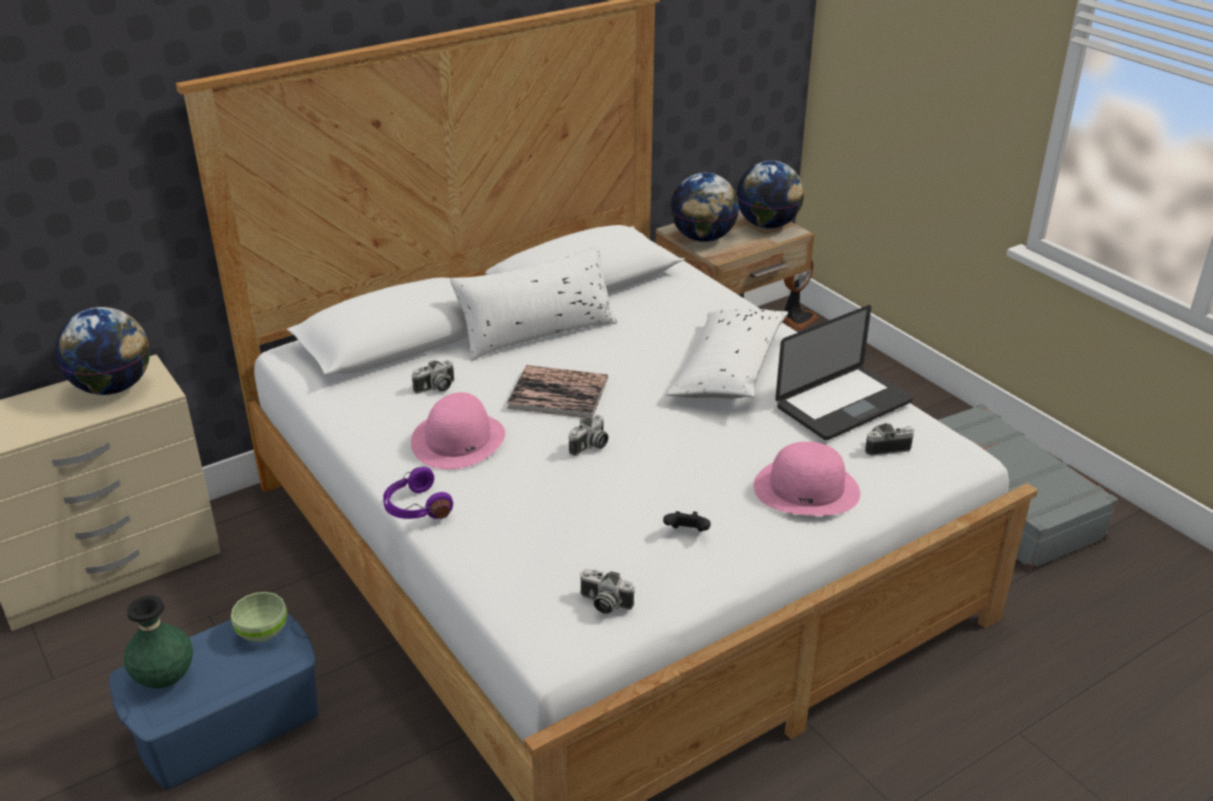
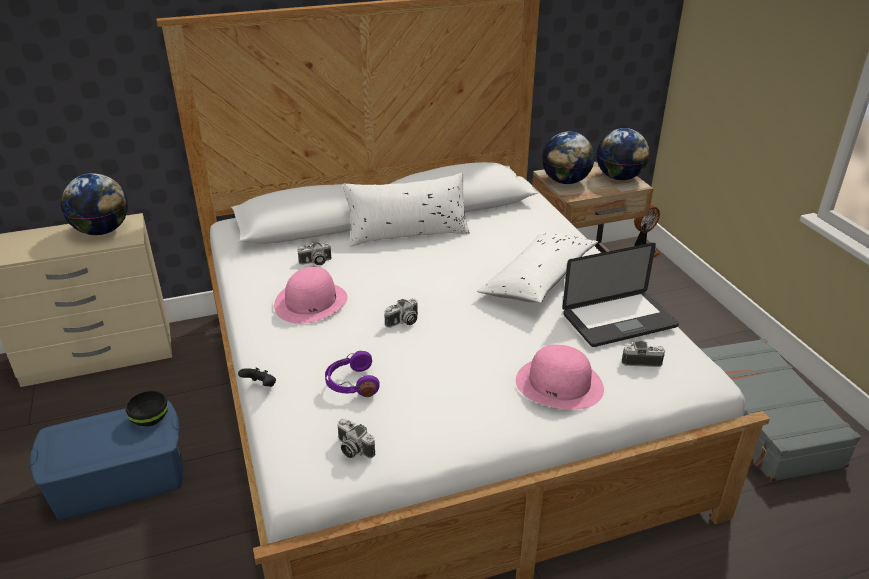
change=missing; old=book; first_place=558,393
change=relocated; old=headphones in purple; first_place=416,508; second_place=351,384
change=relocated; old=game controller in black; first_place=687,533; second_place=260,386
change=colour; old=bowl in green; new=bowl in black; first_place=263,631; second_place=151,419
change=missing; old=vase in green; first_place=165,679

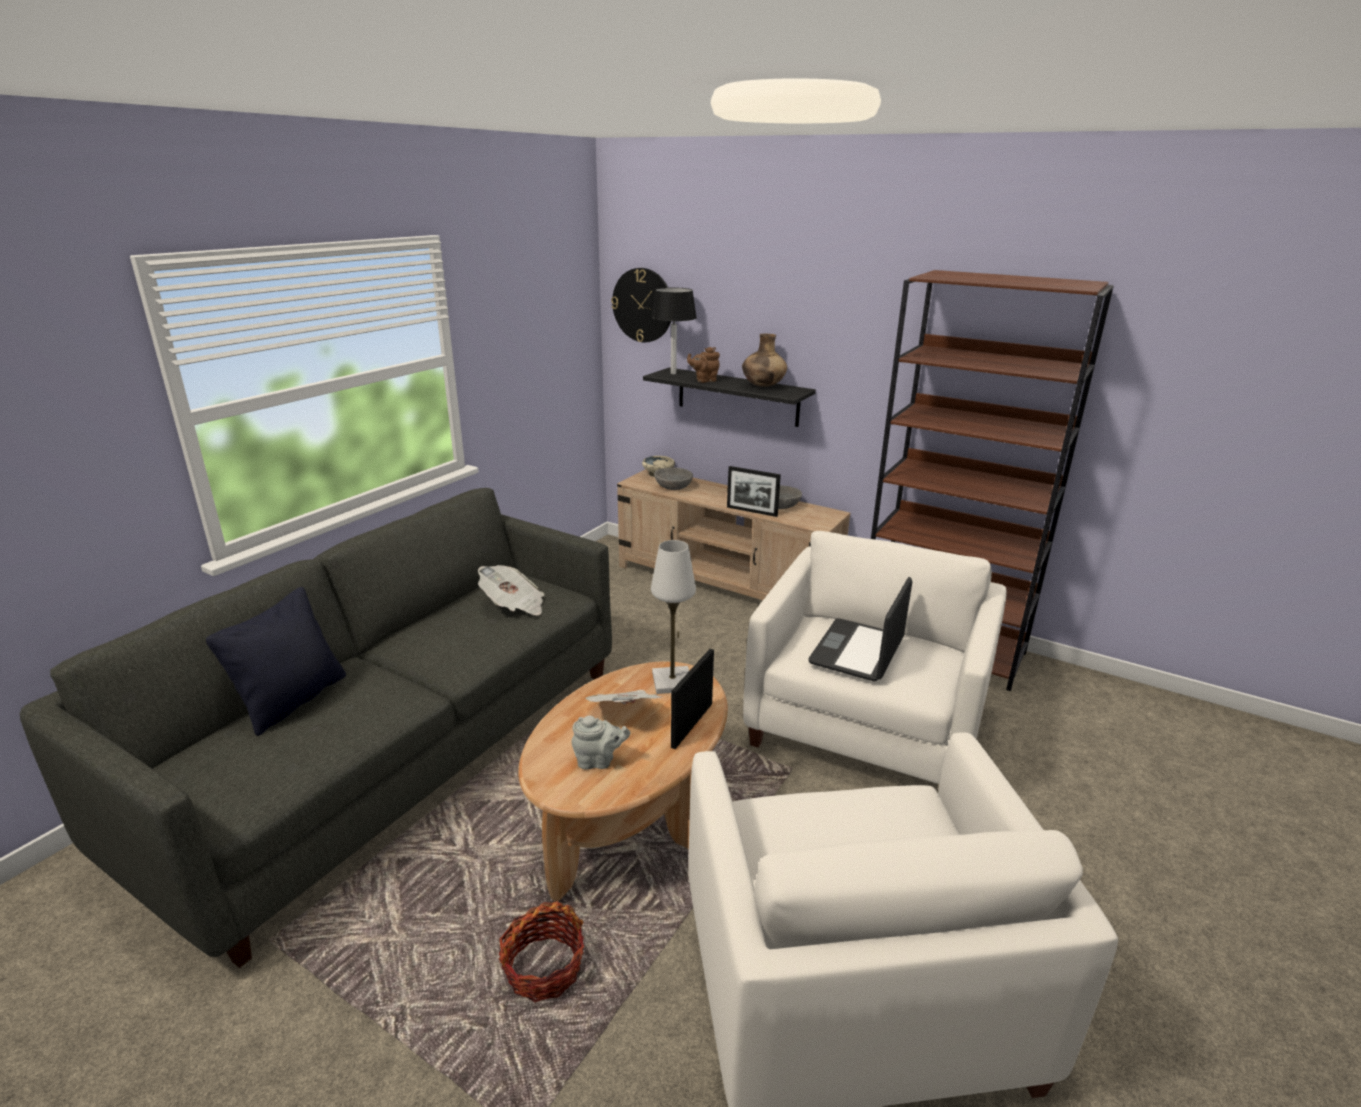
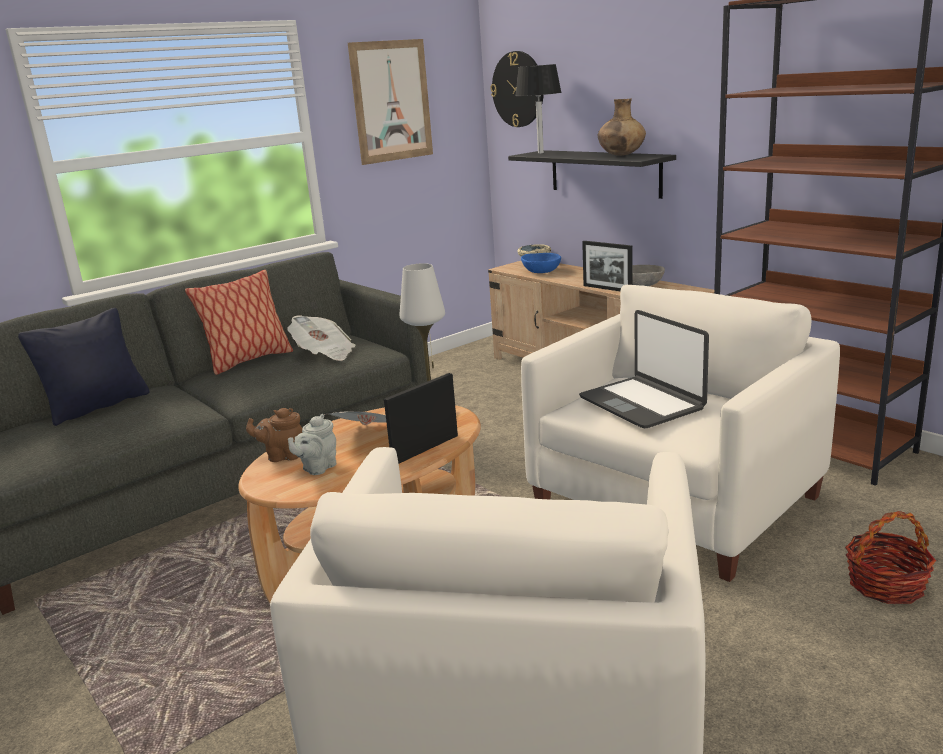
change=relocated; old=teapot in brown; first_place=704,380; second_place=282,456
change=colour; old=bowl in grey; new=bowl in blue; first_place=673,487; second_place=541,271
change=spun; old=laptop; first_place=858,651; second_place=642,403; degrees=-75
change=spun; old=teapot in grey; first_place=598,761; second_place=317,468; degrees=105
change=relocated; old=basket; first_place=543,969; second_place=885,585
change=appeared; new=picture; second_place=391,101
change=appeared; new=pillow; second_place=248,361

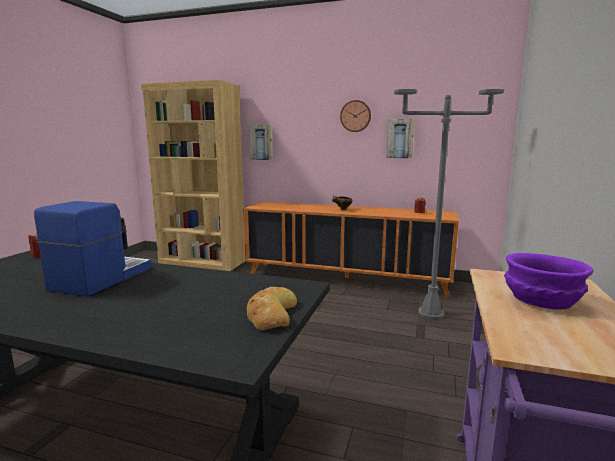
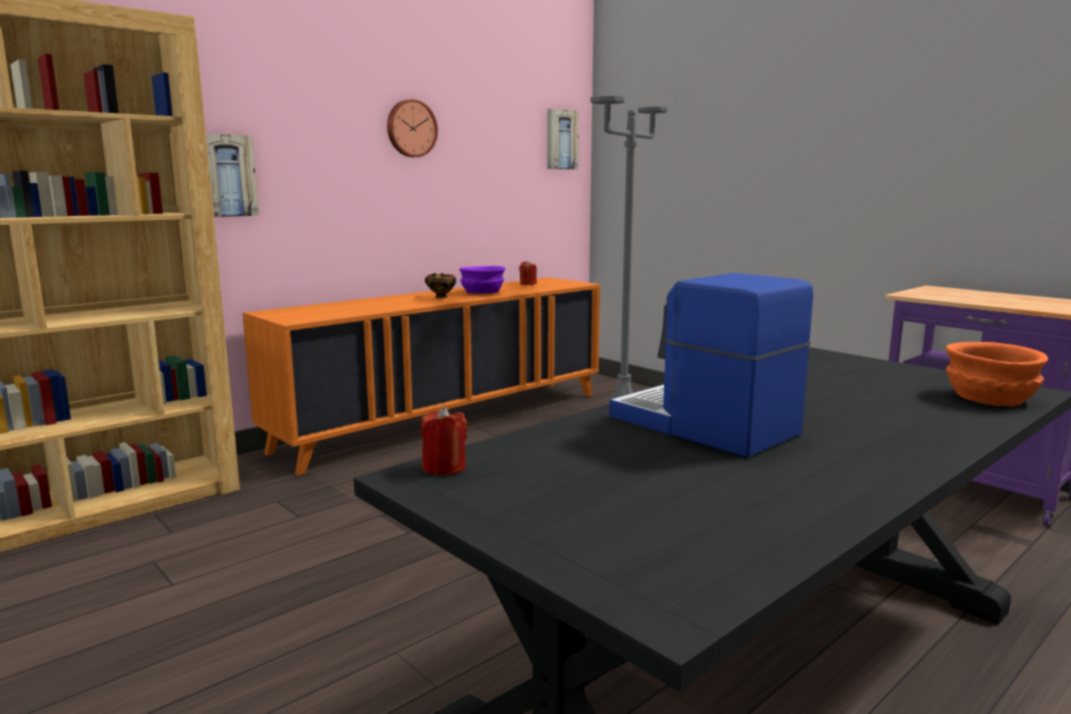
change=relocated; old=picture; first_place=400,138; second_place=561,139
change=relocated; old=bowl in purple; first_place=540,300; second_place=481,293
change=missing; old=bread; first_place=270,314
change=appeared; new=bowl in orange; second_place=990,397

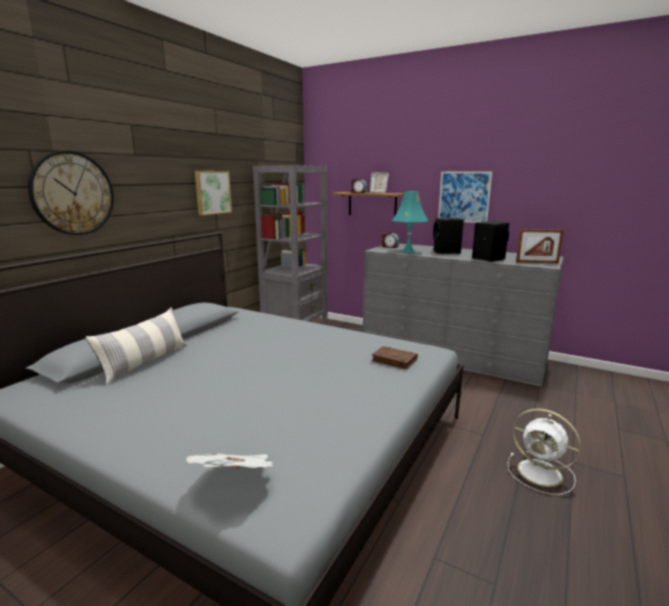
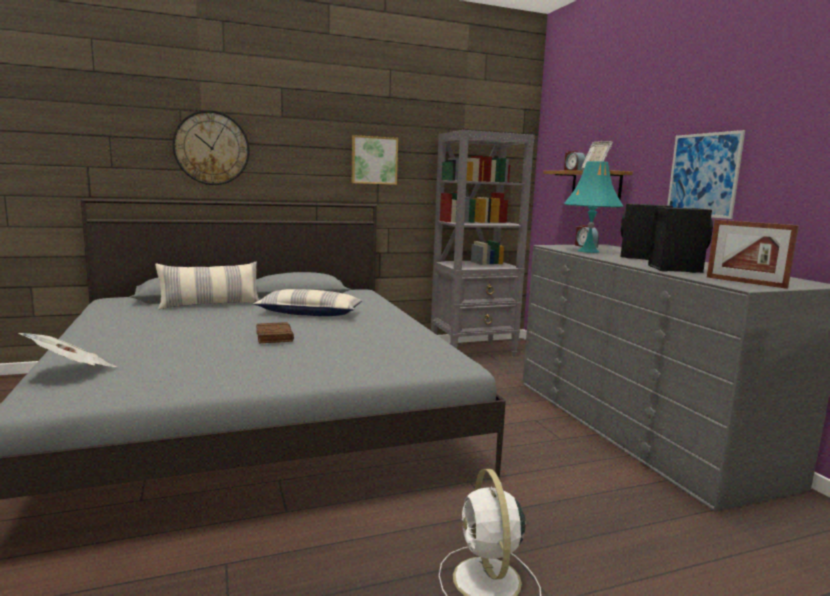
change=relocated; old=book in brown; first_place=393,360; second_place=274,336
change=appeared; new=pillow; second_place=309,313

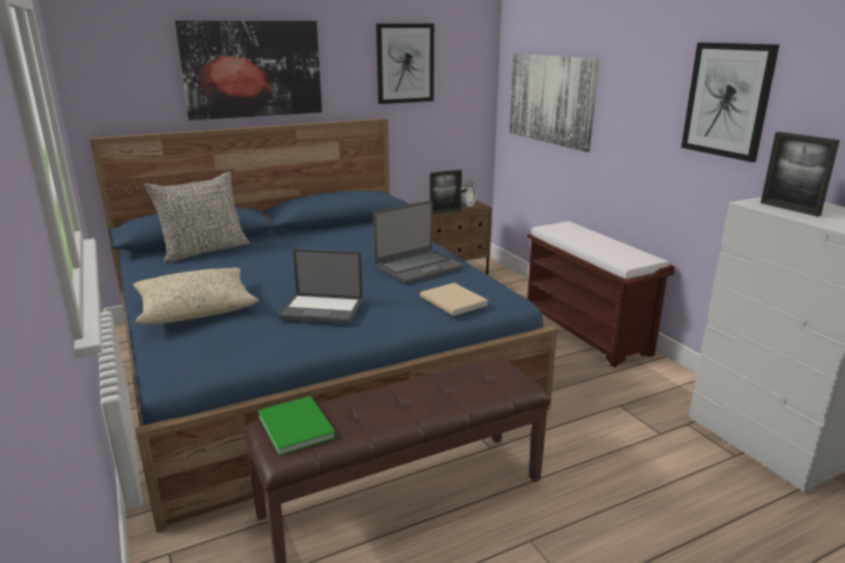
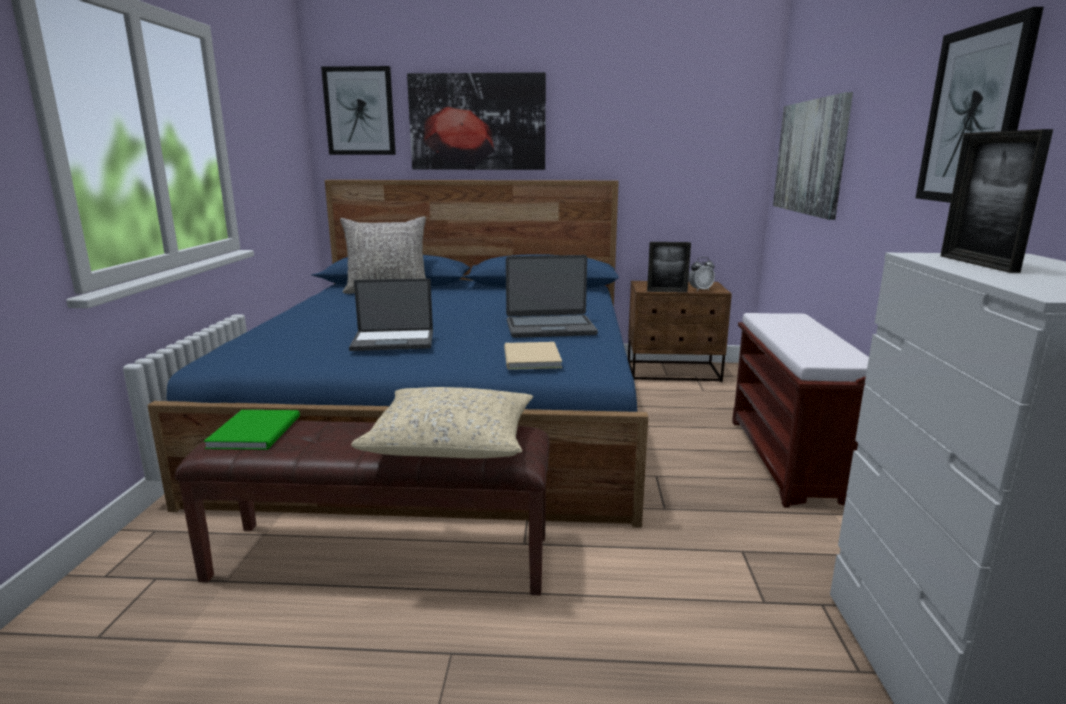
change=relocated; old=picture; first_place=405,63; second_place=359,111
change=spun; old=laptop; first_place=323,309; second_place=394,340; degrees=-45
change=relocated; old=pillow in beige; first_place=196,309; second_place=452,442

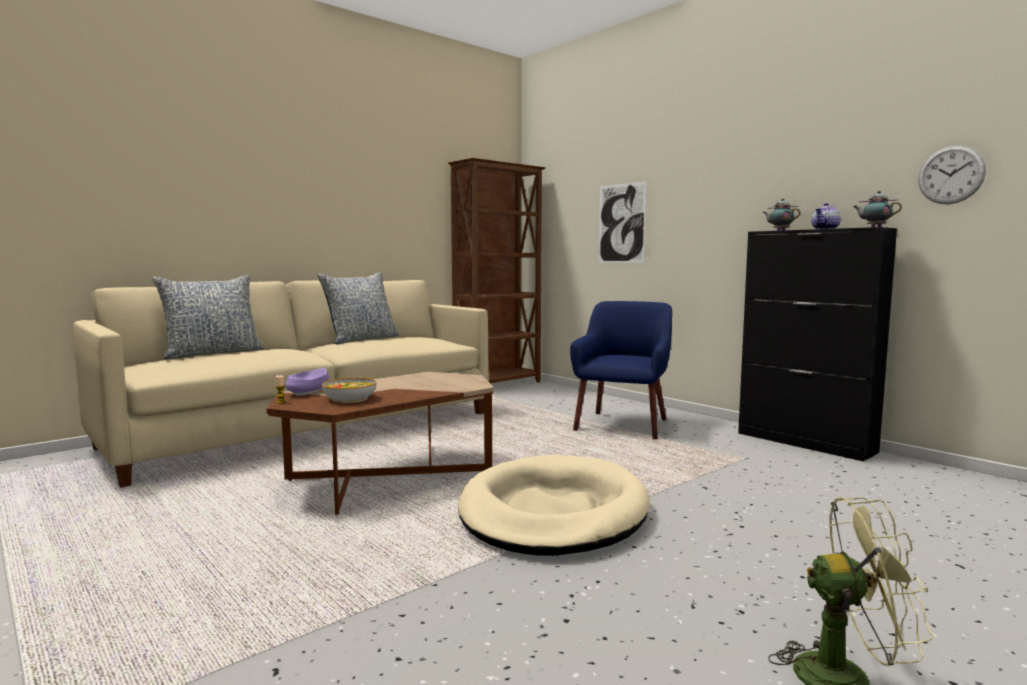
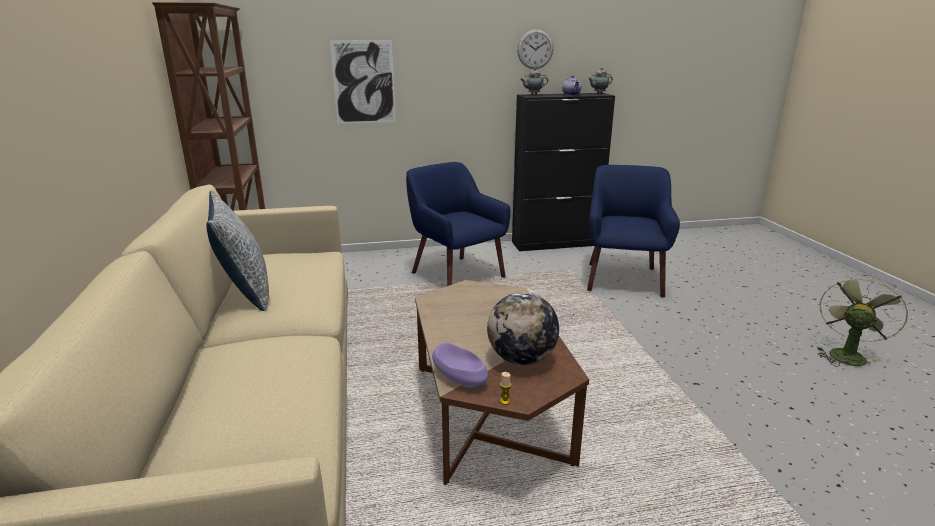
change=relocated; old=wall clock; first_place=951,175; second_place=535,49
change=missing; old=pillow; first_place=212,353
change=exchanged; old=bowl; new=globe; first_place=349,399; second_place=521,359
change=missing; old=dog bed in beige; first_place=553,512
change=appeared; new=armchair in blue; second_place=623,279

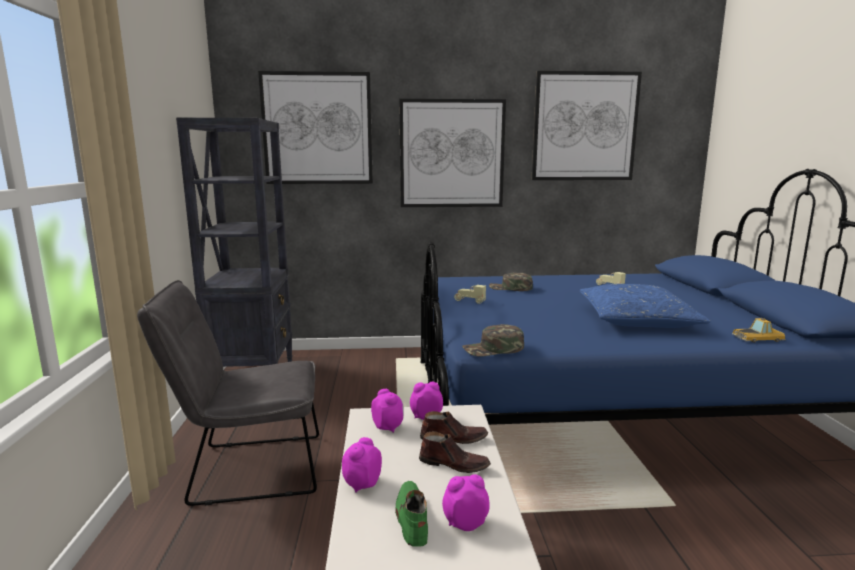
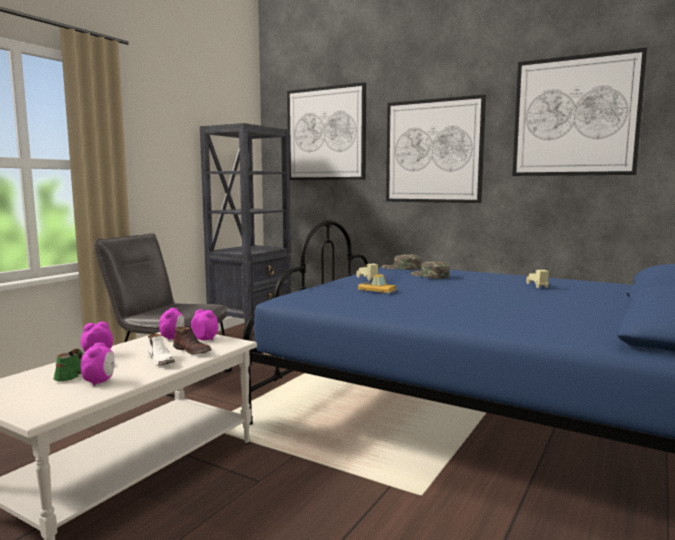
change=missing; old=pillow in blue; first_place=636,319
change=relocated; old=toy car; first_place=758,338; second_place=377,291
change=relocated; old=cap in green; first_place=493,349; second_place=401,268
change=colour; old=shoe in brown; new=shoe in white; first_place=454,464; second_place=161,360
change=spun; old=alarm clock; first_place=465,523; second_place=99,381; degrees=60

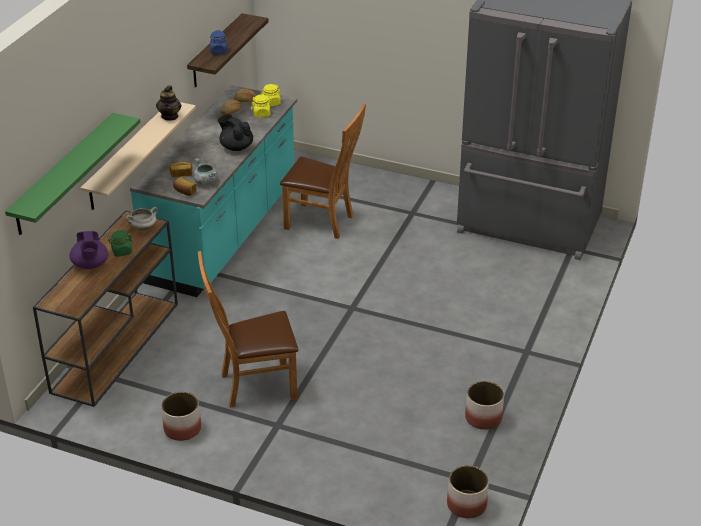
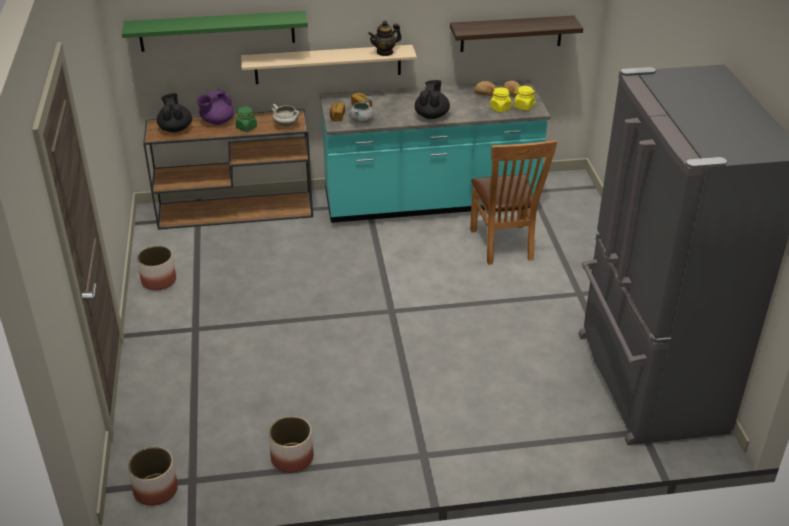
change=missing; old=jar in blue; first_place=218,51
change=missing; old=chair in brown; first_place=253,385
change=appeared; new=teapot in black; second_place=175,128

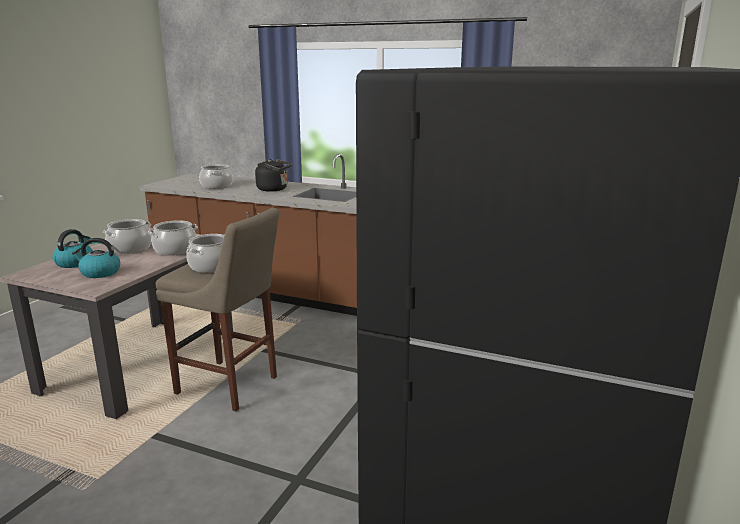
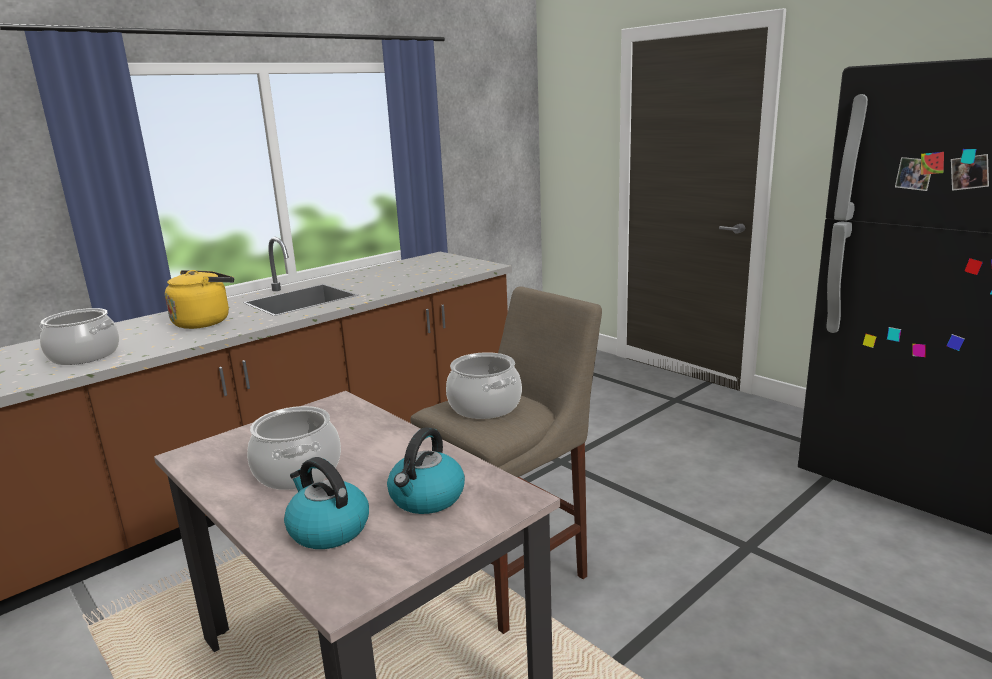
change=colour; old=kettle in black; new=kettle in yellow; first_place=274,189; second_place=205,322
change=missing; old=cooking pot; first_place=175,250

